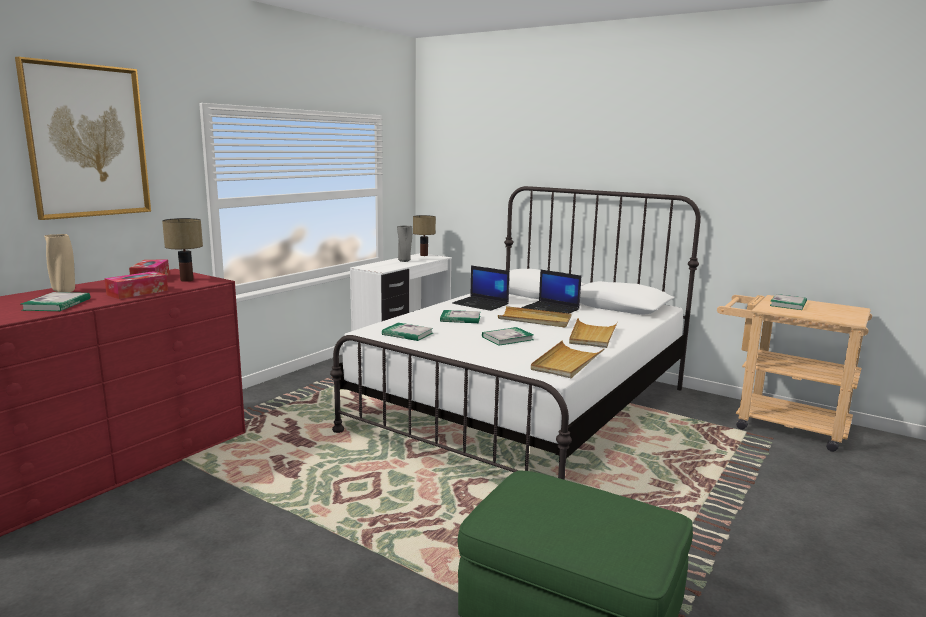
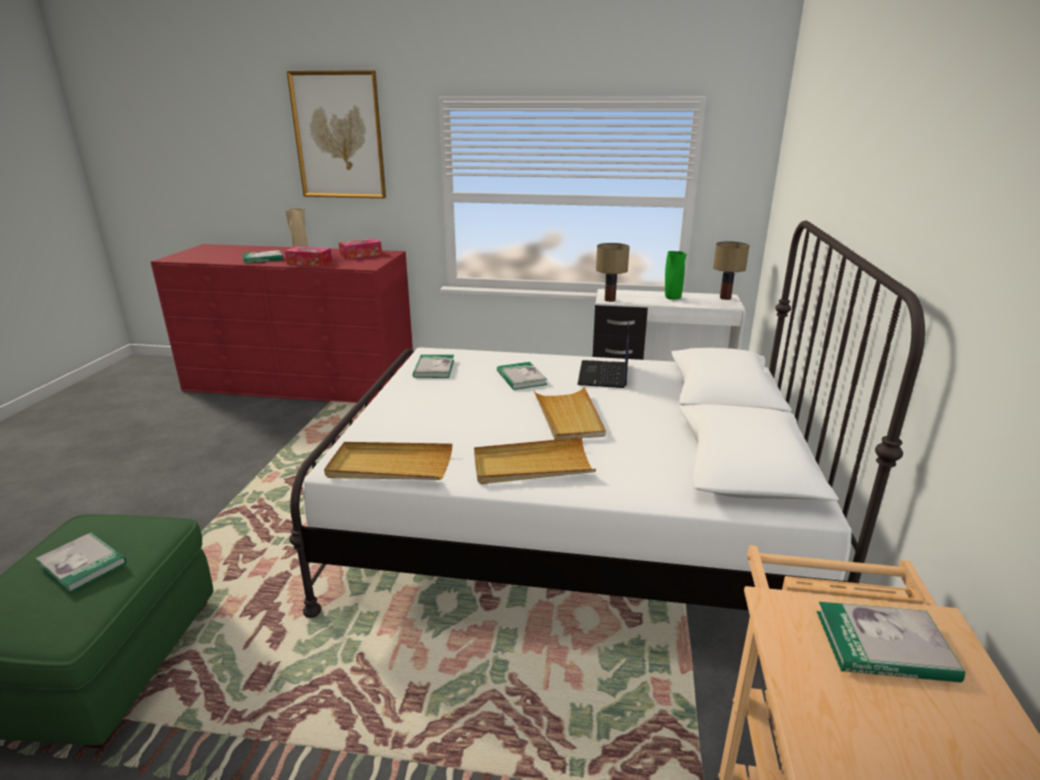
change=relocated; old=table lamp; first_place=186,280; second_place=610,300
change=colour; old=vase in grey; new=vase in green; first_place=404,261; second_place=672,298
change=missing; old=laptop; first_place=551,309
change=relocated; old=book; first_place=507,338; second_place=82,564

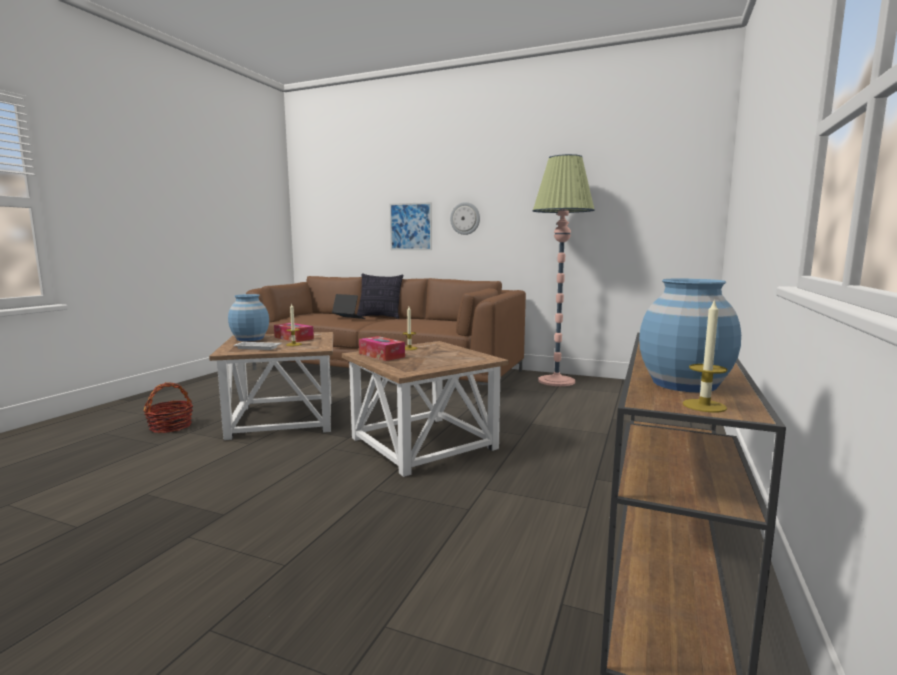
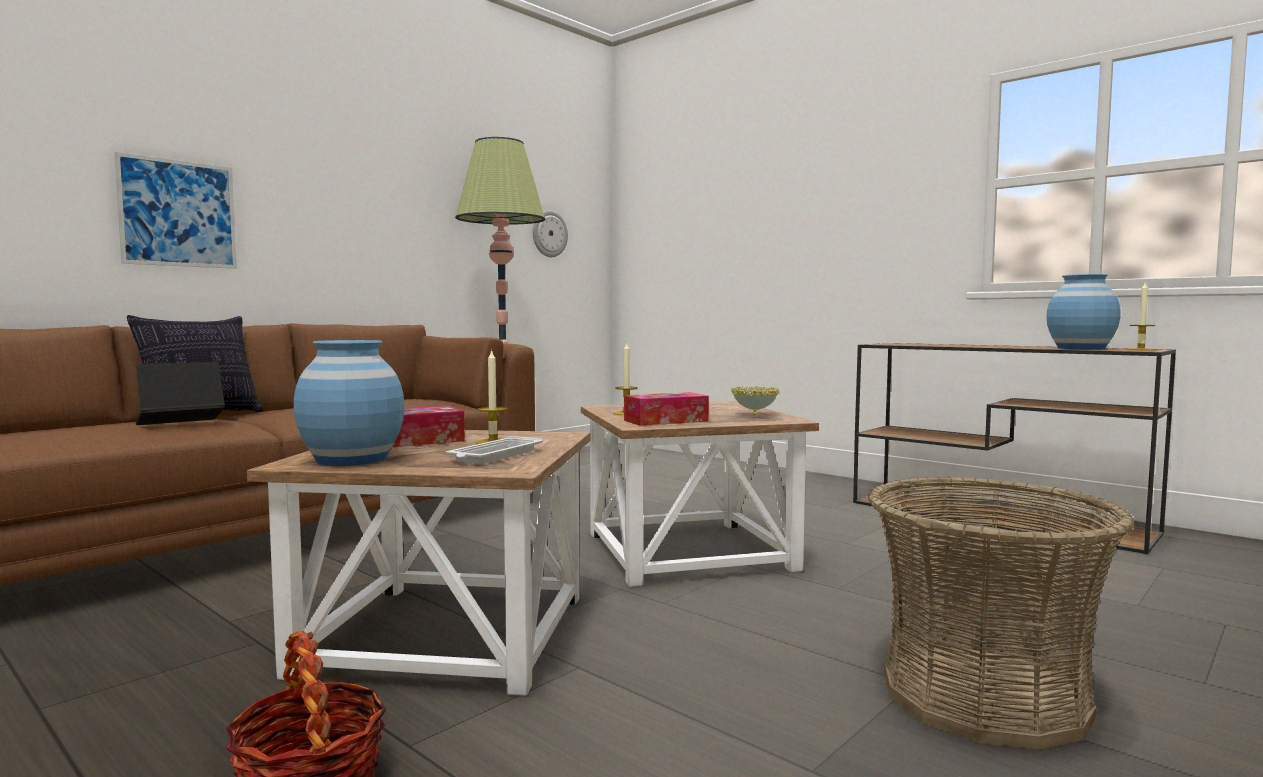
change=relocated; old=wall clock; first_place=465,218; second_place=549,233
change=appeared; new=bowl; second_place=754,415
change=appeared; new=basket; second_place=984,695

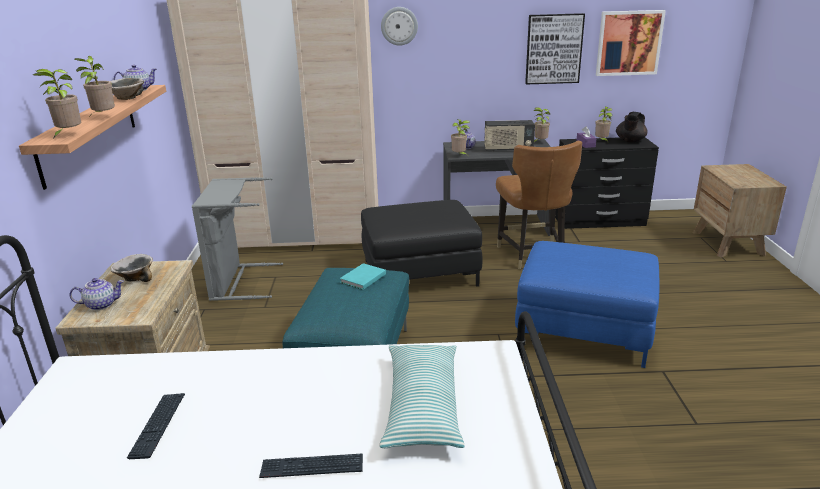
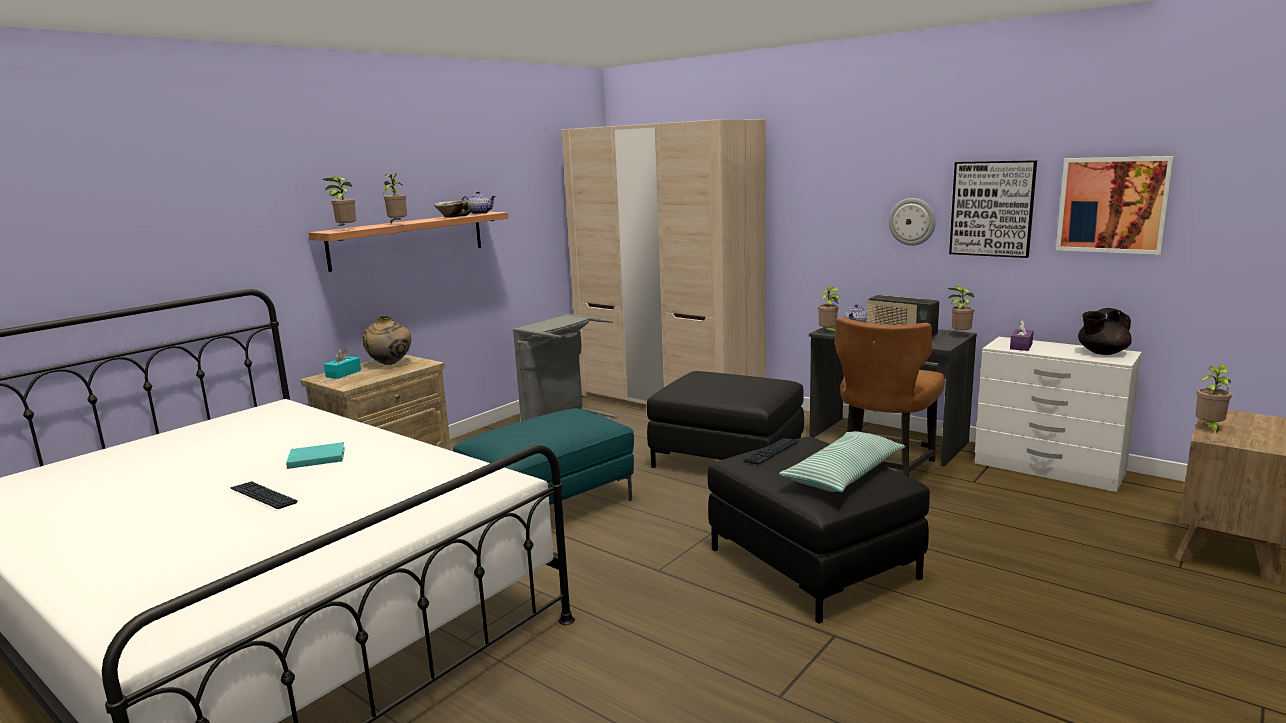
change=relocated; old=wall clock; first_place=399,26; second_place=912,221
change=relocated; old=potted plant; first_place=601,141; second_place=1209,428
change=colour; old=dresser in black; new=dresser in white; first_place=600,220; second_place=1049,468
change=colour; old=ottoman in blue; new=ottoman in black; first_place=584,329; second_place=812,563
change=exchanged; old=bowl; new=vase in beige; first_place=135,278; second_place=390,364
change=relocated; old=book in turquoise; first_place=362,278; second_place=315,458
change=exchanged; old=teapot; new=tissue box in turquoise; first_place=101,305; second_place=343,373
change=relocated; old=pillow; first_place=422,405; second_place=844,475
change=relocated; old=keyboard; first_place=158,425; second_place=772,452

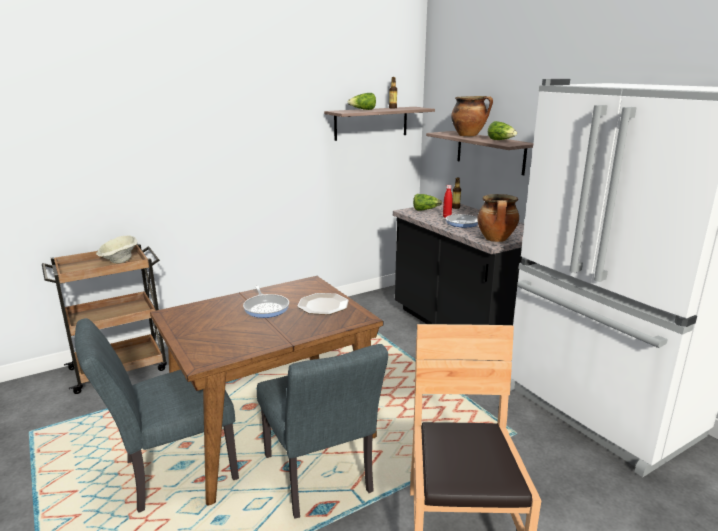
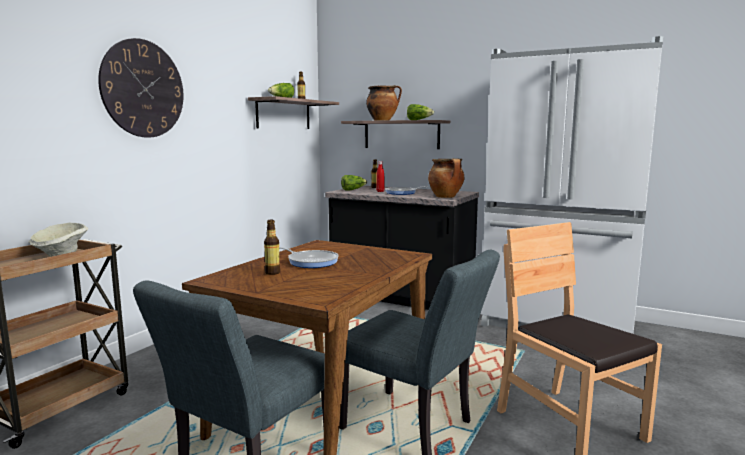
change=missing; old=plate; first_place=322,305
change=appeared; new=wall clock; second_place=143,89
change=appeared; new=bottle; second_place=272,272

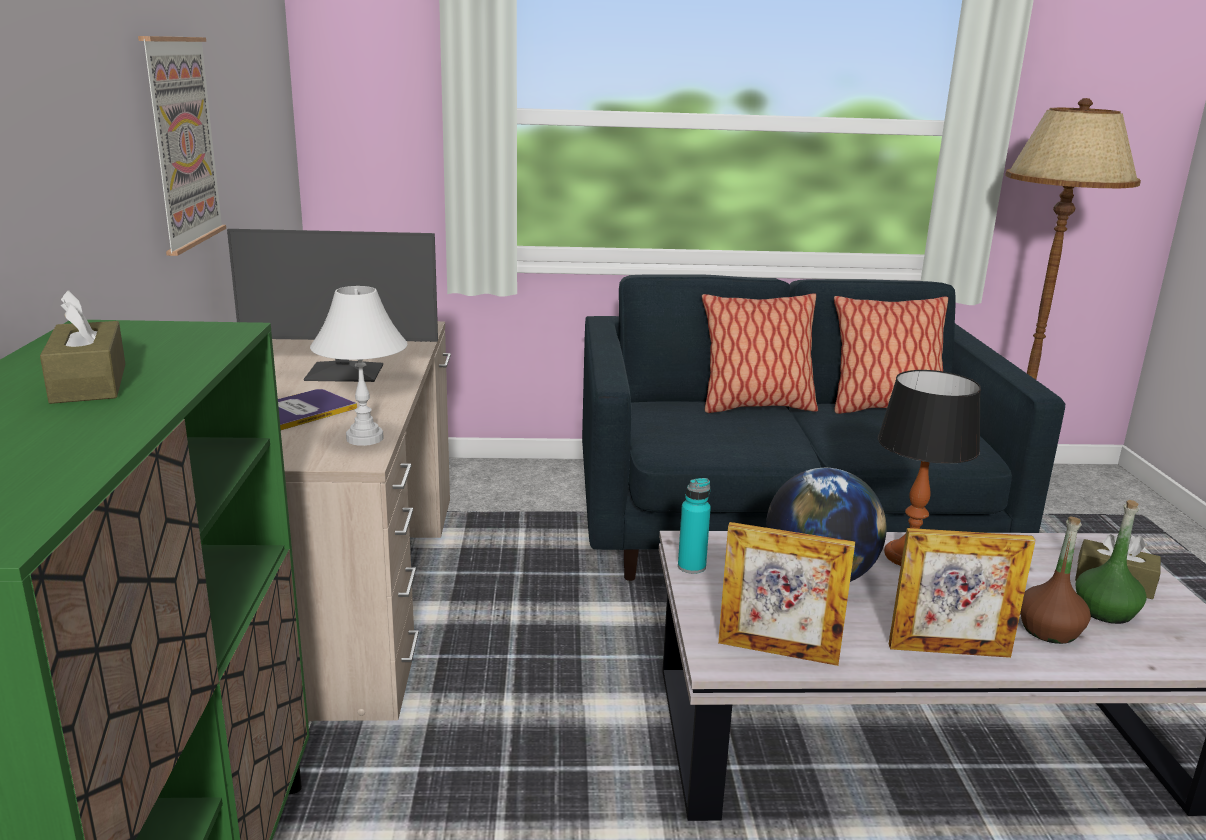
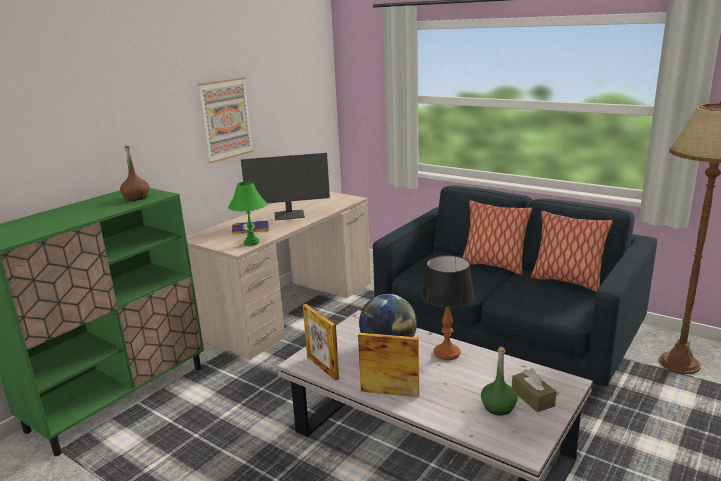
change=spun; old=monitor; first_place=344,373; second_place=289,215; degrees=-45
change=colour; old=table lamp in white; new=table lamp in green; first_place=364,438; second_place=251,242
change=missing; old=tissue box in brown; first_place=89,383
change=missing; old=bottle in turquoise; first_place=691,567
change=relocated; old=bottle in brown; first_place=1049,630; second_place=136,198
change=spun; old=picture frame; first_place=949,650; second_place=389,393; degrees=150

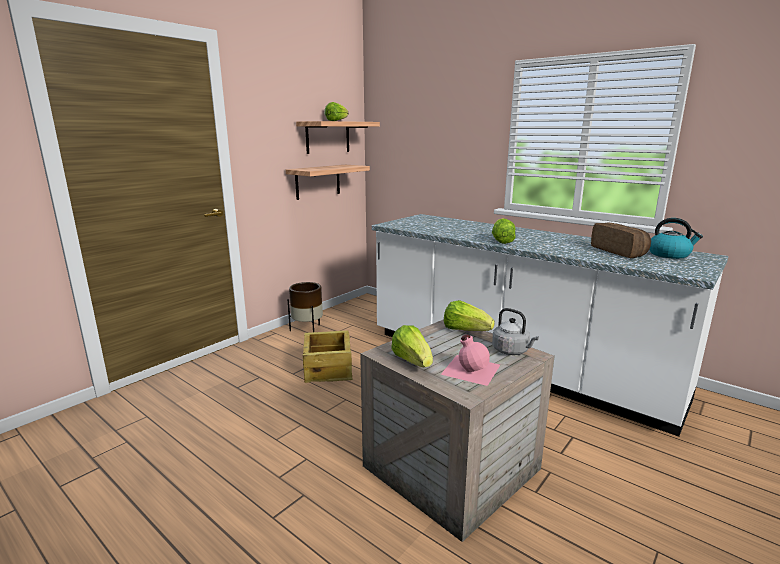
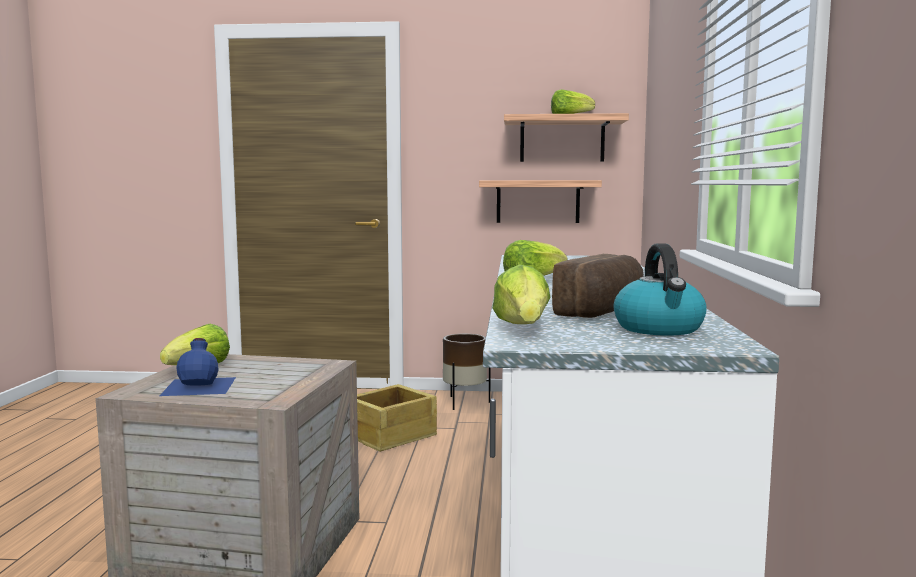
change=relocated; old=lettuce; first_place=465,330; second_place=523,328
change=missing; old=kettle in grey; first_place=512,351
change=colour; old=bottle in pink; new=bottle in blue; first_place=470,368; second_place=200,385

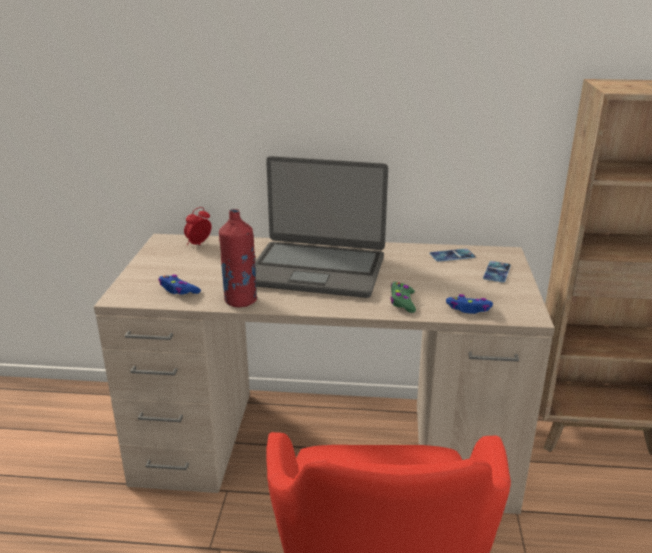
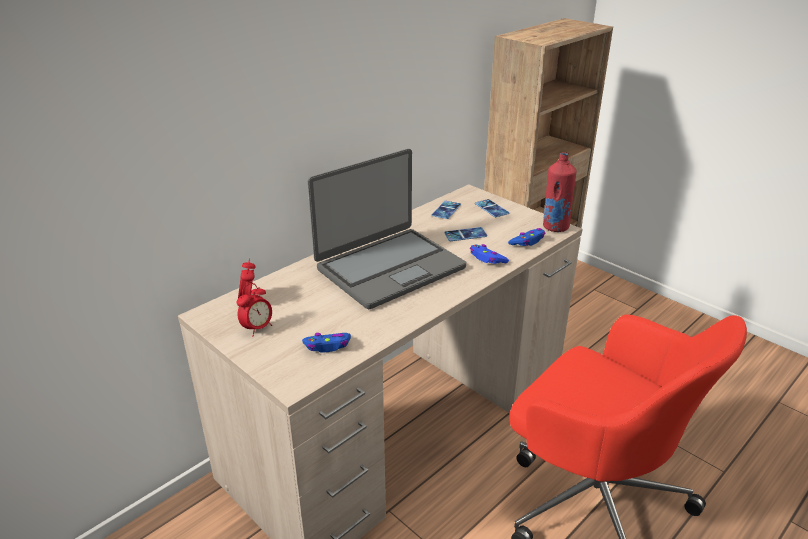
change=relocated; old=bottle in red; first_place=240,300; second_place=555,227
change=colour; old=game controller in green; new=game controller in blue; first_place=402,302; second_place=487,259
change=appeared; new=phone; second_place=465,234
change=appeared; new=alarm clock; second_place=257,328

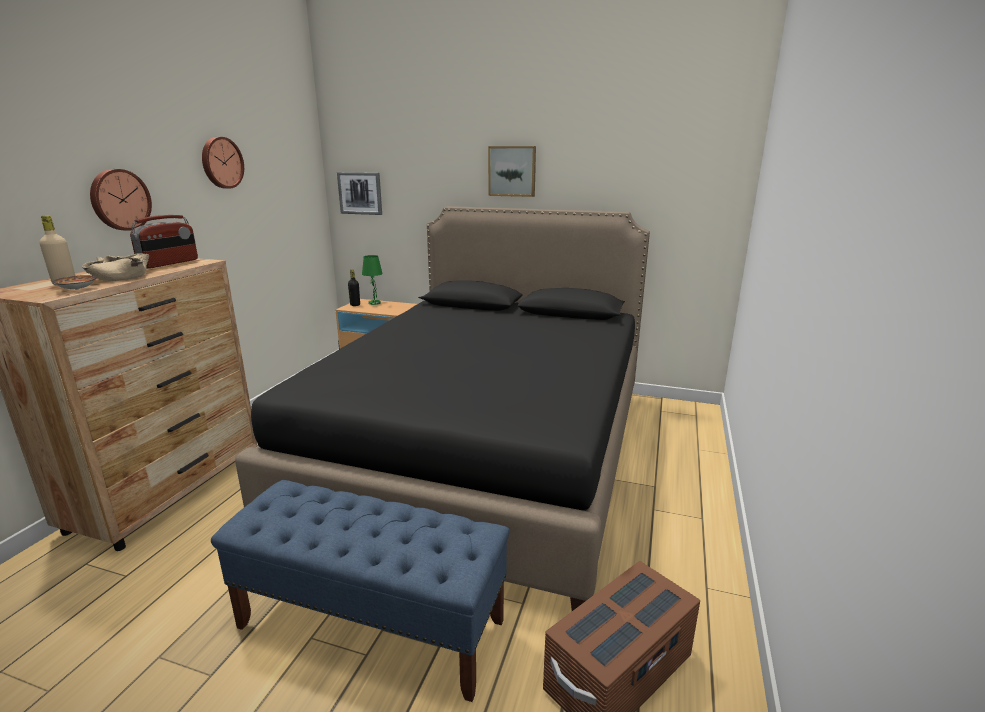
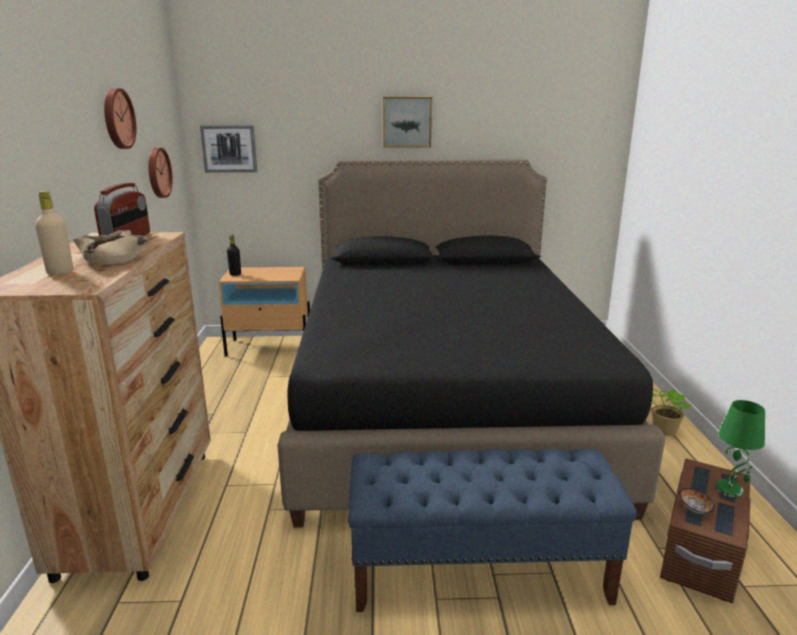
change=relocated; old=wall clock; first_place=119,200; second_place=157,173
change=relocated; old=table lamp in green; first_place=375,303; second_place=730,489
change=relocated; old=bowl; first_place=77,289; second_place=694,509
change=appeared; new=potted plant; second_place=663,430

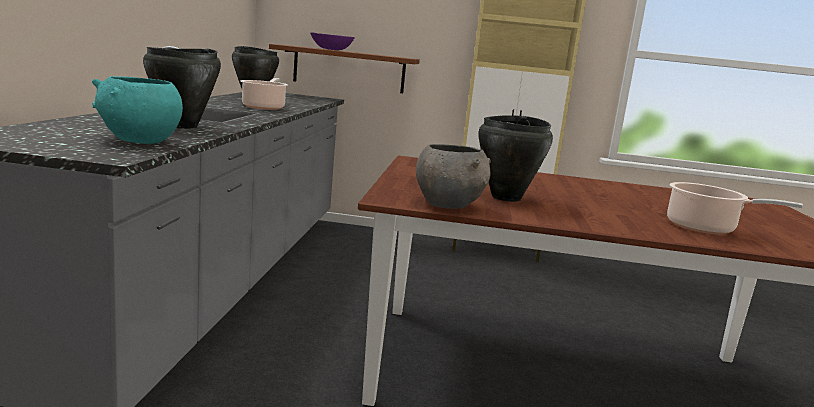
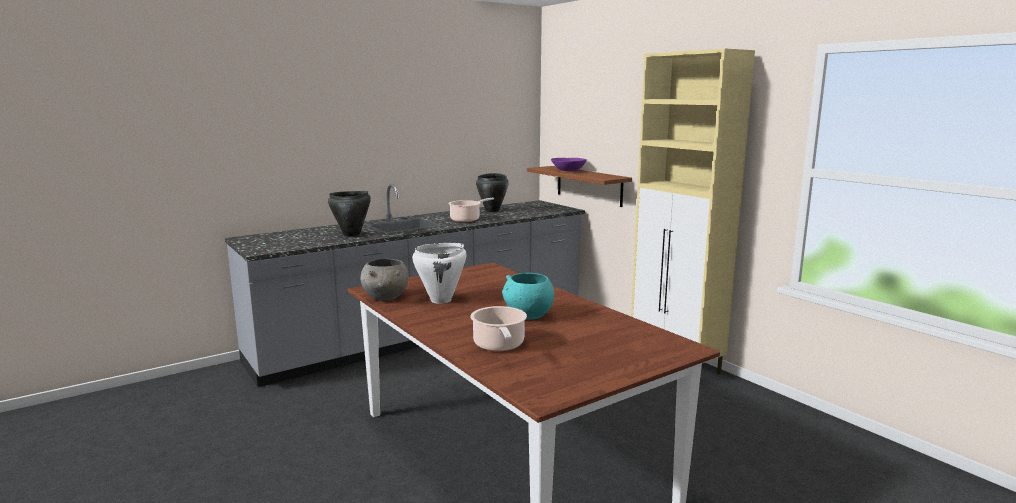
change=relocated; old=bowl in turquoise; first_place=140,141; second_place=528,315
change=colour; old=cooking pot in black; new=cooking pot in white; first_place=506,198; second_place=441,300

